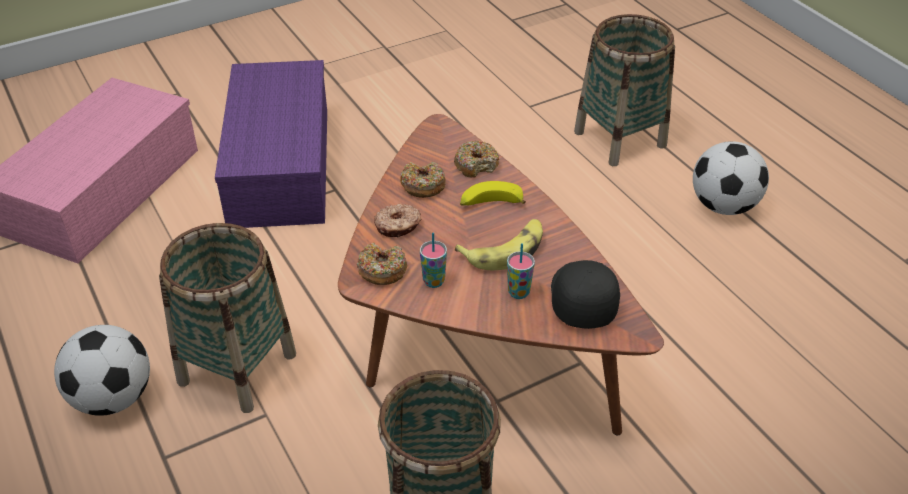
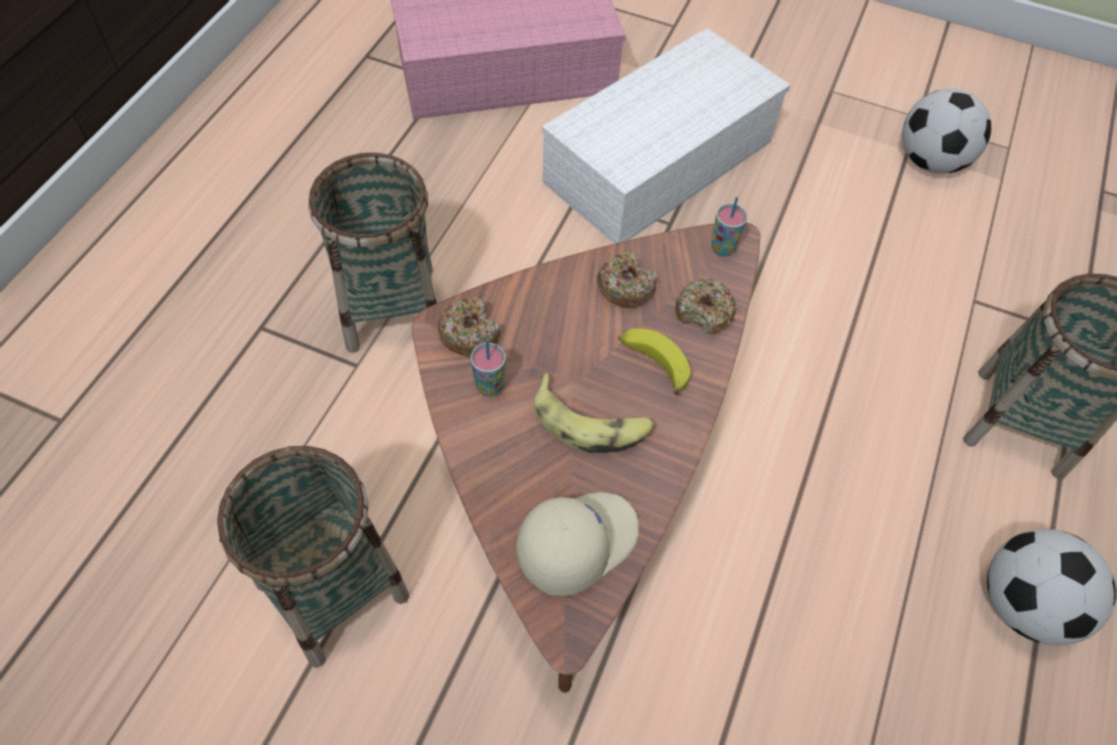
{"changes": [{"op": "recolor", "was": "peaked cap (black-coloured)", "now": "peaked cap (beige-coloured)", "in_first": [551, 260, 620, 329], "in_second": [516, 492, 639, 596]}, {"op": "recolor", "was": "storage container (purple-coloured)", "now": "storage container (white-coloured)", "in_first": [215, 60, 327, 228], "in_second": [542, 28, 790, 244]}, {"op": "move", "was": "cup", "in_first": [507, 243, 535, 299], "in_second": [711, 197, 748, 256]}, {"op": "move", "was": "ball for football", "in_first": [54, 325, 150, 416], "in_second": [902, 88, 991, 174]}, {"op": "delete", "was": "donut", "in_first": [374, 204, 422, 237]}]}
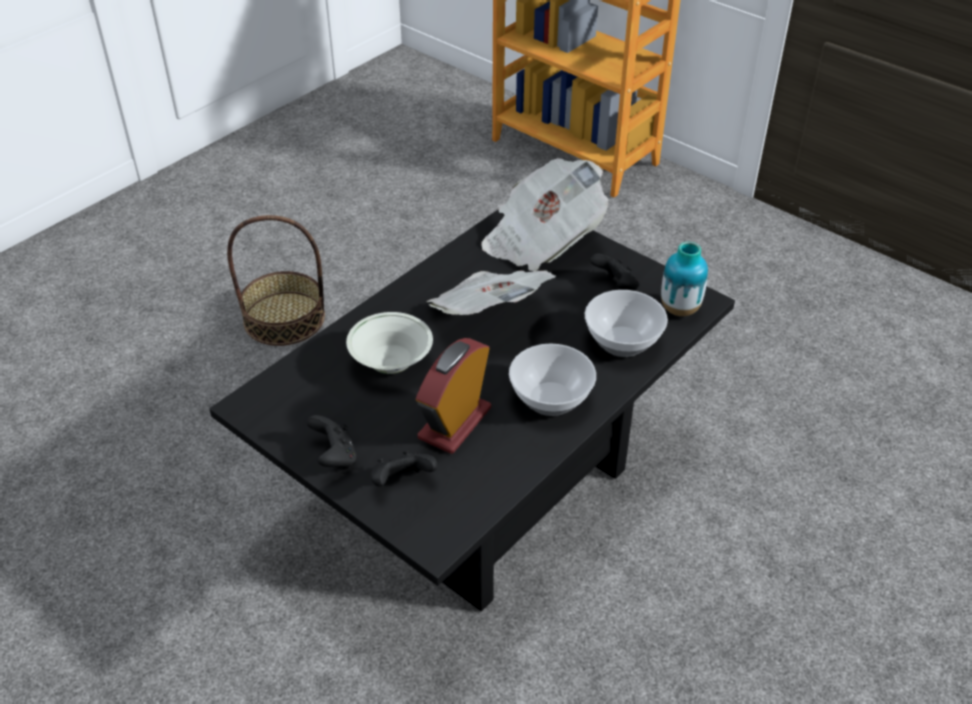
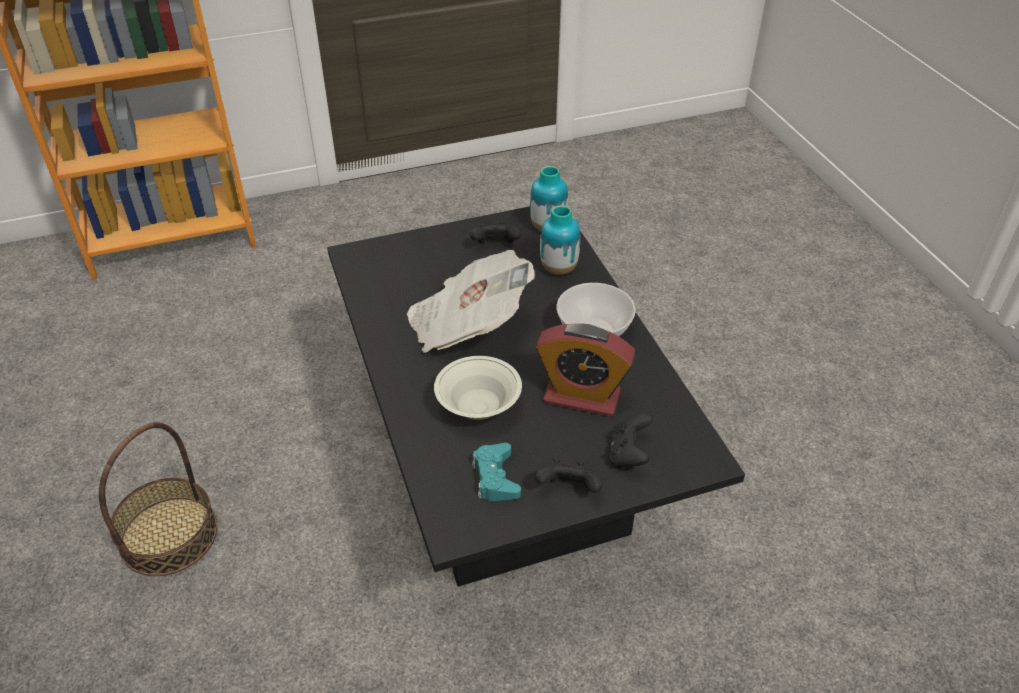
{"changes": [{"op": "insert", "now": "joypad (turquoise-coloured)", "in_second": [472, 443, 521, 501]}, {"op": "rotate", "was": "table clock", "in_first": [416, 338, 491, 454], "in_second": [536, 323, 636, 417], "clockwise": -45}, {"op": "replace", "was": "bowl", "now": "vase", "in_first": [585, 290, 668, 357], "in_second": [540, 205, 580, 275]}, {"op": "delete", "was": "daily paper", "in_first": [481, 158, 608, 271]}]}
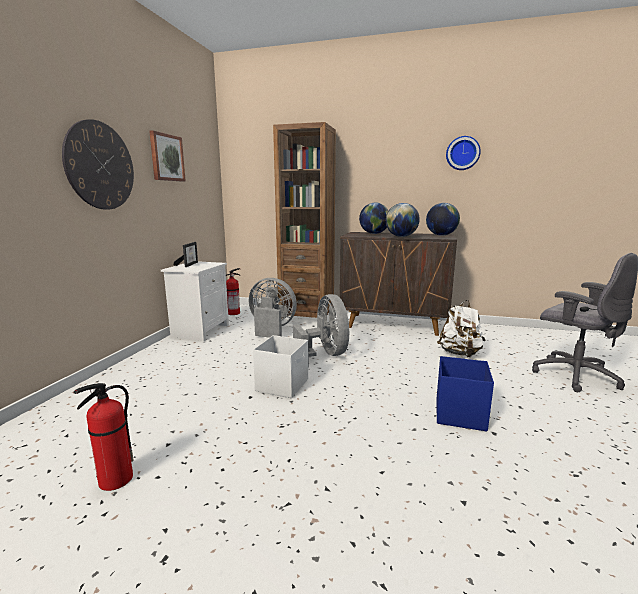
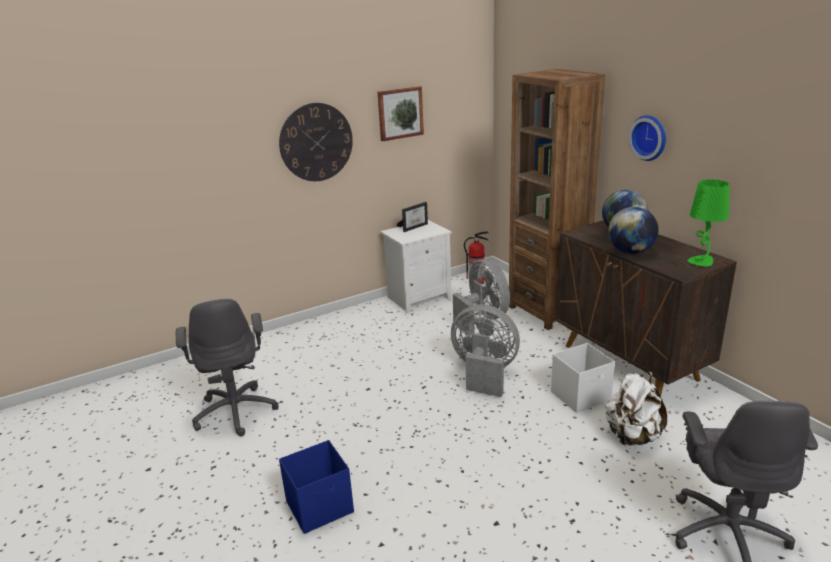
{"changes": [{"op": "replace", "was": "extinguisher", "now": "computer chair (grey)", "in_first": [73, 383, 134, 491], "in_second": [176, 299, 279, 437]}, {"op": "move", "was": "storage container (blue-coloured)", "in_first": [437, 356, 494, 431], "in_second": [279, 440, 354, 534]}, {"op": "rotate", "was": "fan (grey)", "in_first": [293, 294, 349, 368], "in_second": [451, 304, 520, 397], "clockwise": -90}, {"op": "move", "was": "storage container (white-coloured)", "in_first": [253, 335, 308, 398], "in_second": [551, 343, 615, 413]}, {"op": "move", "was": "wall clock", "in_first": [446, 136, 481, 170], "in_second": [628, 115, 666, 161]}, {"op": "replace", "was": "globe", "now": "tabletop lamp (greenish)", "in_first": [426, 203, 460, 236], "in_second": [687, 179, 730, 267]}]}
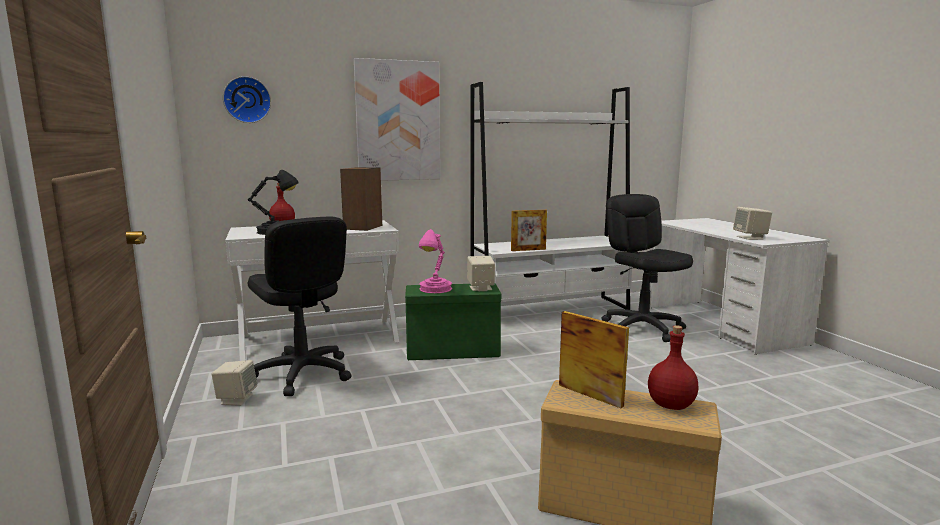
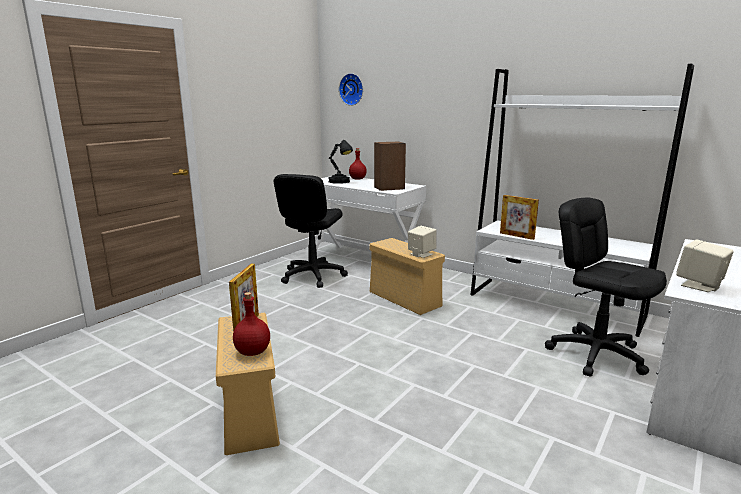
{"changes": [{"op": "recolor", "was": "storage container (greenish)", "now": "storage container (beige-coloured)", "in_first": [405, 284, 501, 360], "in_second": [369, 238, 445, 315]}, {"op": "rotate", "was": "computer chair (black-coloured)", "in_first": [601, 194, 693, 342], "in_second": [545, 198, 667, 376], "clockwise": -75}, {"op": "delete", "was": "audio speaker (beige-coloured)", "in_first": [212, 360, 257, 406]}, {"op": "delete", "was": "wall picture", "in_first": [354, 58, 440, 181]}, {"op": "delete", "was": "tabletop lamp (pink-coloured)", "in_first": [419, 229, 452, 293]}]}
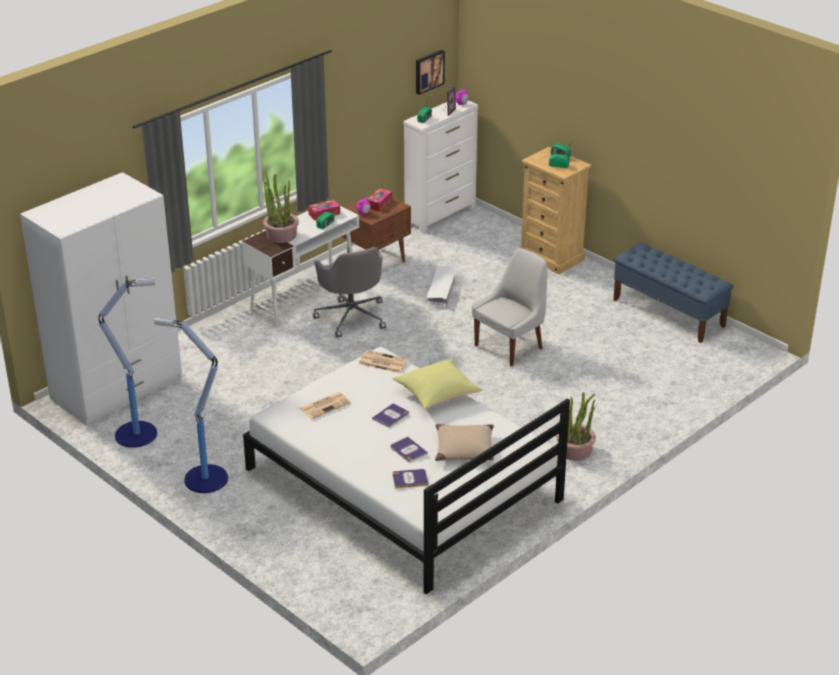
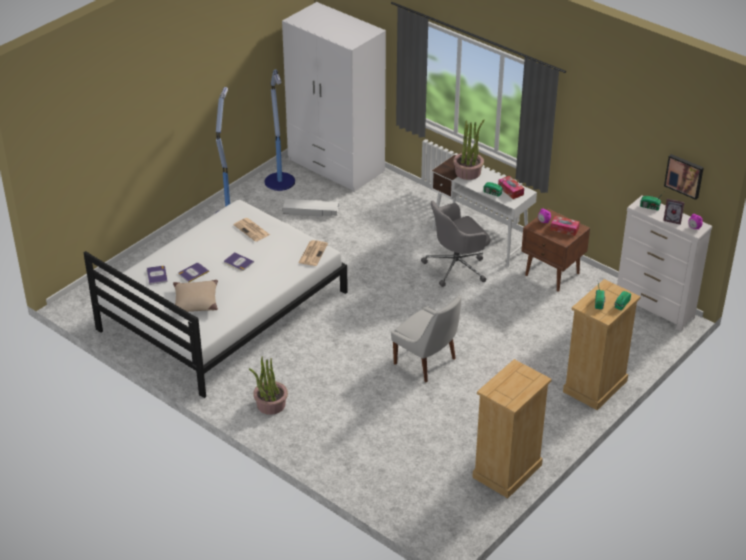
{"changes": [{"op": "move", "was": "storage container (white-coloured)", "in_first": [426, 265, 457, 307], "in_second": [283, 199, 339, 217]}, {"op": "replace", "was": "indoor bench (blue-coloured)", "now": "drawer chest (beige-coloured)", "in_first": [613, 243, 733, 343], "in_second": [472, 359, 552, 498]}, {"op": "delete", "was": "cushion (yellow)", "in_first": [393, 359, 483, 410]}]}
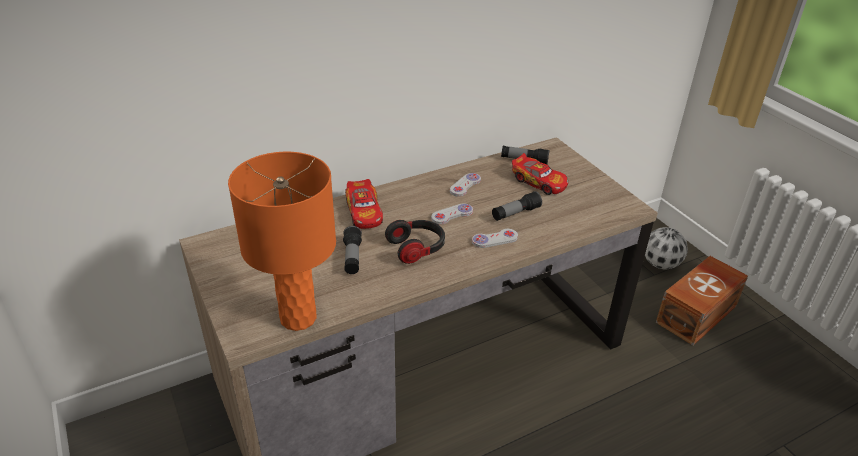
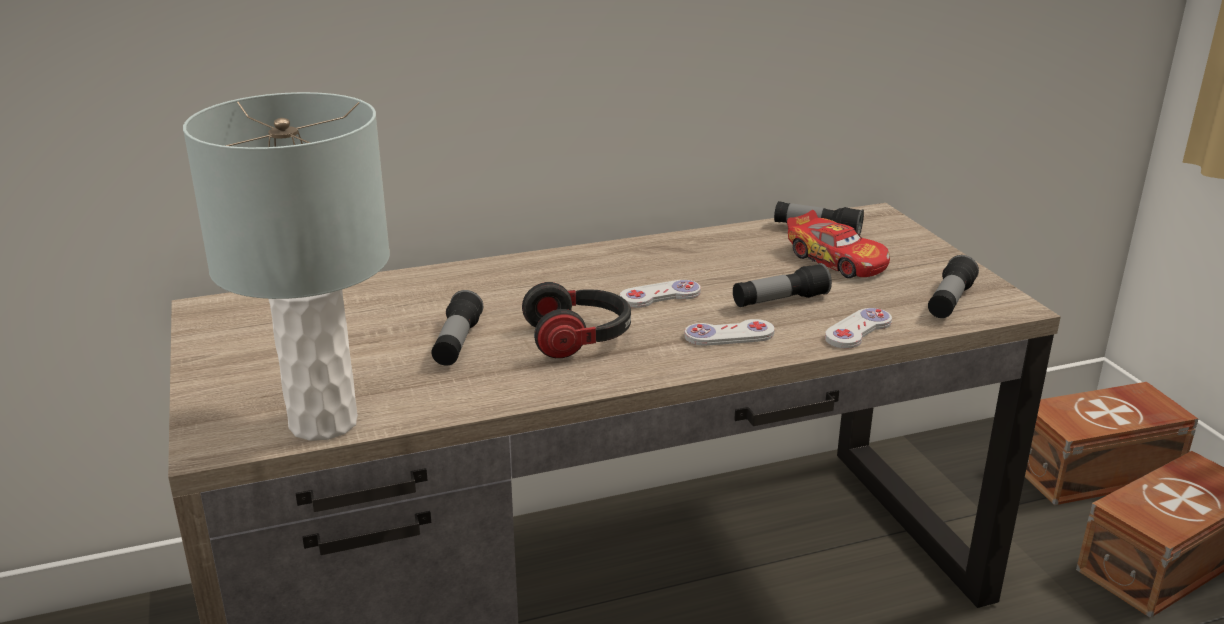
{"changes": [{"op": "recolor", "was": "tabletop lamp (orange-coloured)", "now": "tabletop lamp (grey)", "in_first": [228, 152, 336, 331], "in_second": [183, 92, 390, 441]}, {"op": "move", "was": "joypad (white-coloured)", "in_first": [450, 173, 481, 197], "in_second": [825, 308, 892, 348]}, {"op": "insert", "now": "hand torch", "in_second": [928, 255, 979, 318]}, {"op": "replace", "was": "ball for football", "now": "storage container (brown)", "in_first": [645, 227, 688, 270], "in_second": [1025, 382, 1198, 505]}, {"op": "delete", "was": "toy car", "in_first": [345, 179, 383, 229]}]}
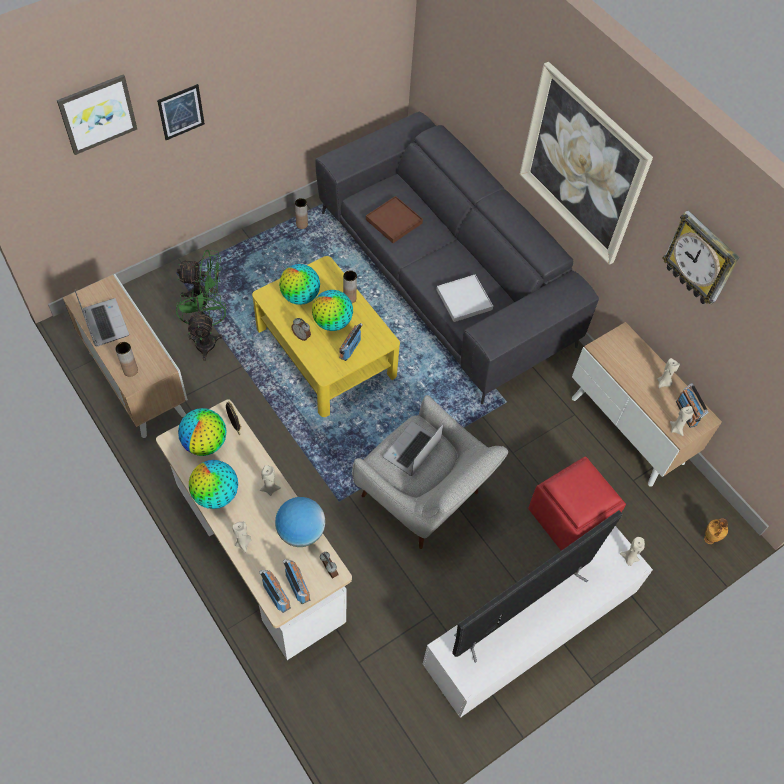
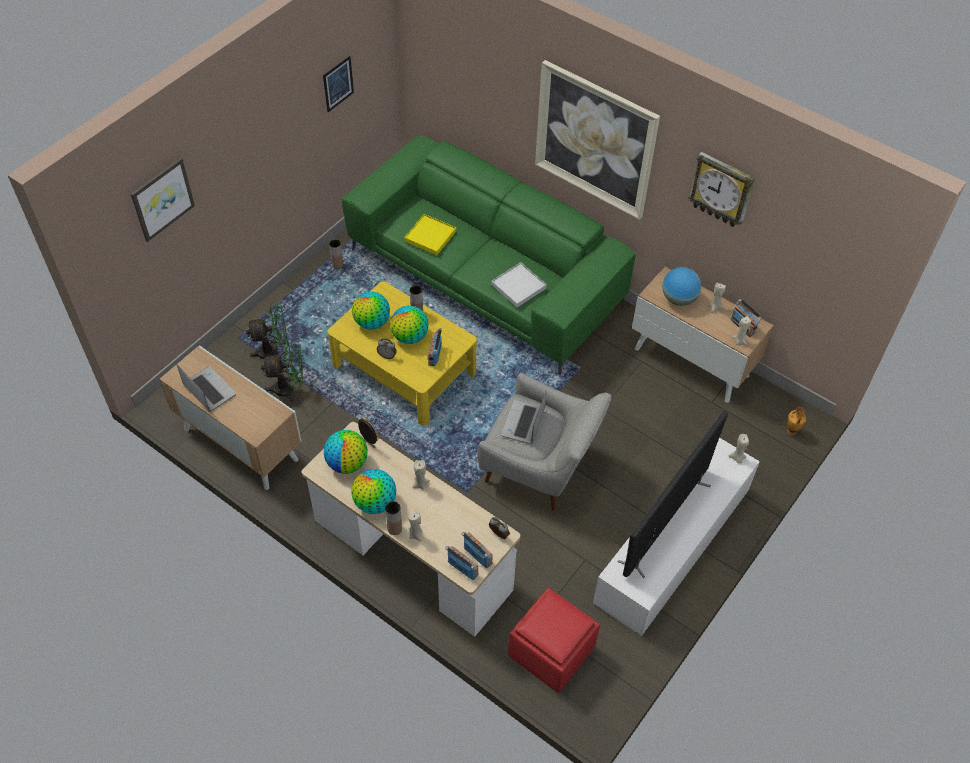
{"changes": [{"op": "rotate", "was": "fan (greenish)", "in_first": [176, 289, 226, 361], "in_second": [261, 341, 303, 402], "clockwise": 105}, {"op": "move", "was": "wall picture", "in_first": [157, 84, 205, 140], "in_second": [323, 56, 354, 112]}, {"op": "recolor", "was": "sofa (grey)", "now": "sofa (greenish)", "in_first": [316, 112, 599, 404], "in_second": [342, 135, 635, 375]}, {"op": "move", "was": "vase (brown)", "in_first": [115, 342, 138, 377], "in_second": [385, 501, 402, 535]}, {"op": "recolor", "was": "tray (brown)", "now": "tray (yellow)", "in_first": [366, 196, 423, 243], "in_second": [404, 214, 456, 255]}, {"op": "move", "was": "footrest (reddish)", "in_first": [529, 456, 626, 551], "in_second": [508, 588, 600, 693]}, {"op": "move", "was": "globe", "in_first": [275, 497, 325, 547], "in_second": [662, 267, 701, 306]}]}
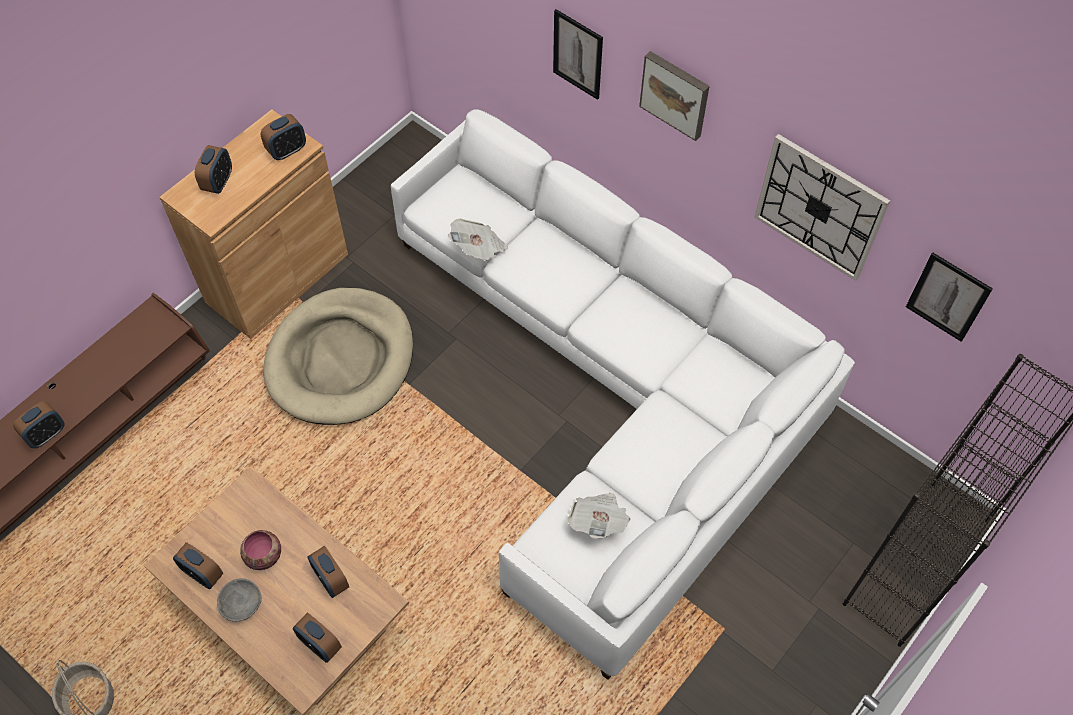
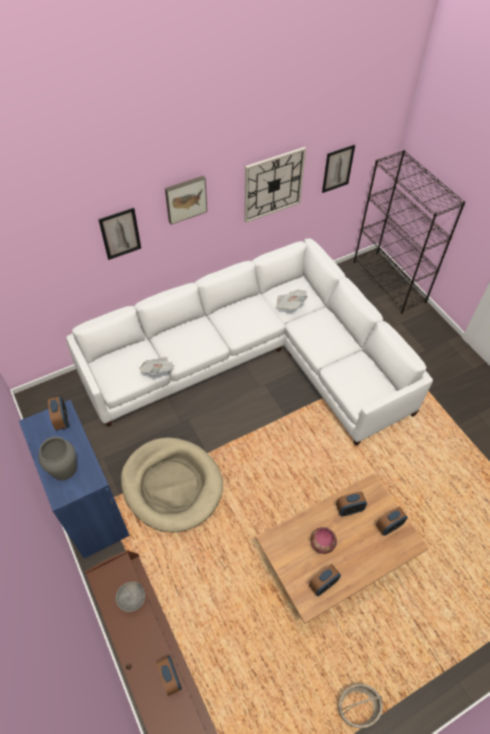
{"changes": [{"op": "recolor", "was": "cabinet (brown)", "now": "cabinet (blue-coloured)", "in_first": [159, 109, 348, 339], "in_second": [19, 400, 130, 559]}, {"op": "replace", "was": "table clock", "now": "vase (grey)", "in_first": [195, 145, 232, 194], "in_second": [39, 437, 77, 480]}, {"op": "move", "was": "bowl (grey)", "in_first": [217, 578, 262, 622], "in_second": [116, 582, 145, 612]}, {"op": "move", "was": "daily paper", "in_first": [567, 493, 631, 538], "in_second": [275, 289, 308, 310]}]}
